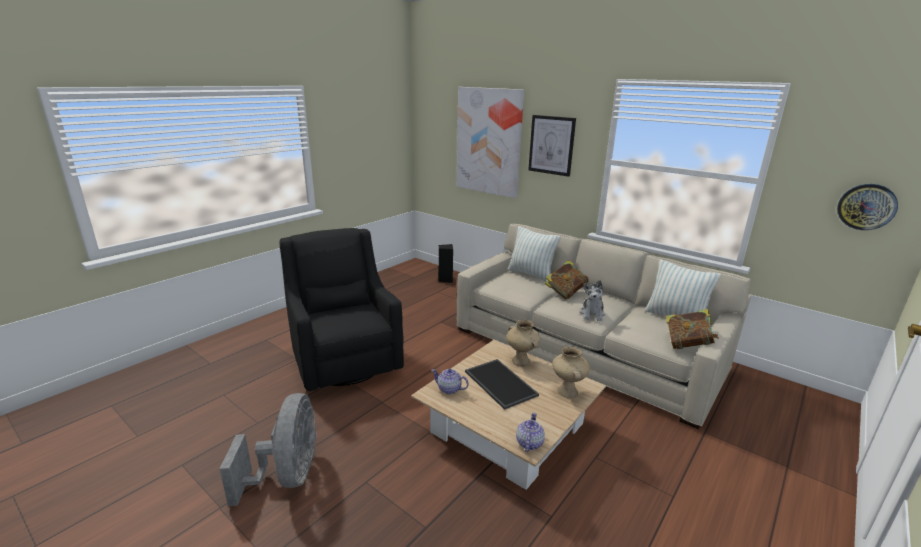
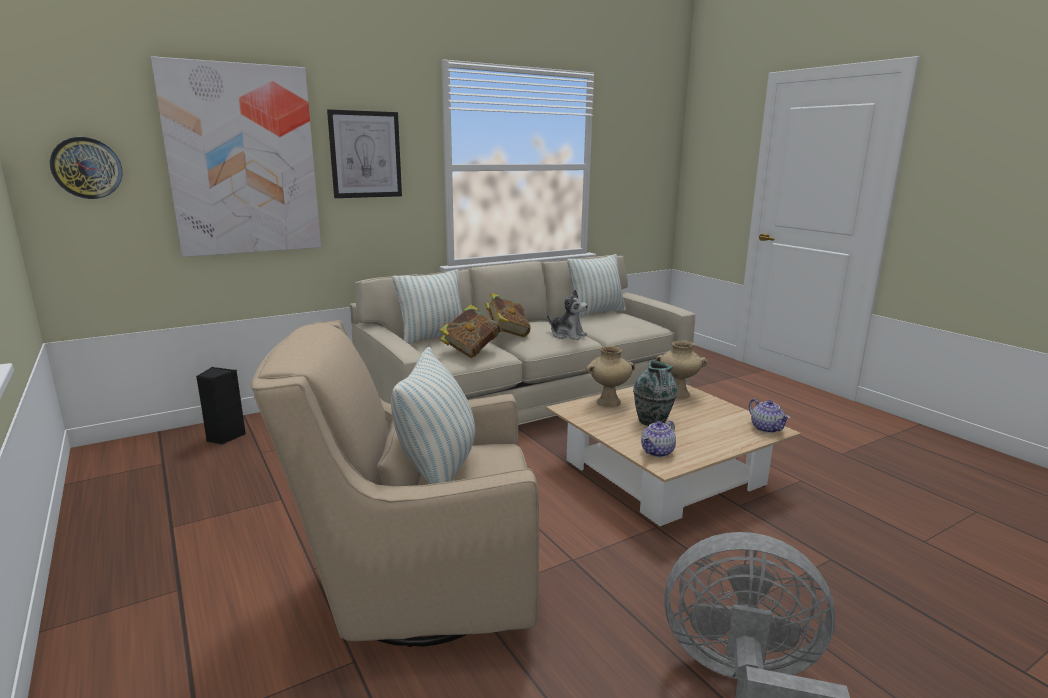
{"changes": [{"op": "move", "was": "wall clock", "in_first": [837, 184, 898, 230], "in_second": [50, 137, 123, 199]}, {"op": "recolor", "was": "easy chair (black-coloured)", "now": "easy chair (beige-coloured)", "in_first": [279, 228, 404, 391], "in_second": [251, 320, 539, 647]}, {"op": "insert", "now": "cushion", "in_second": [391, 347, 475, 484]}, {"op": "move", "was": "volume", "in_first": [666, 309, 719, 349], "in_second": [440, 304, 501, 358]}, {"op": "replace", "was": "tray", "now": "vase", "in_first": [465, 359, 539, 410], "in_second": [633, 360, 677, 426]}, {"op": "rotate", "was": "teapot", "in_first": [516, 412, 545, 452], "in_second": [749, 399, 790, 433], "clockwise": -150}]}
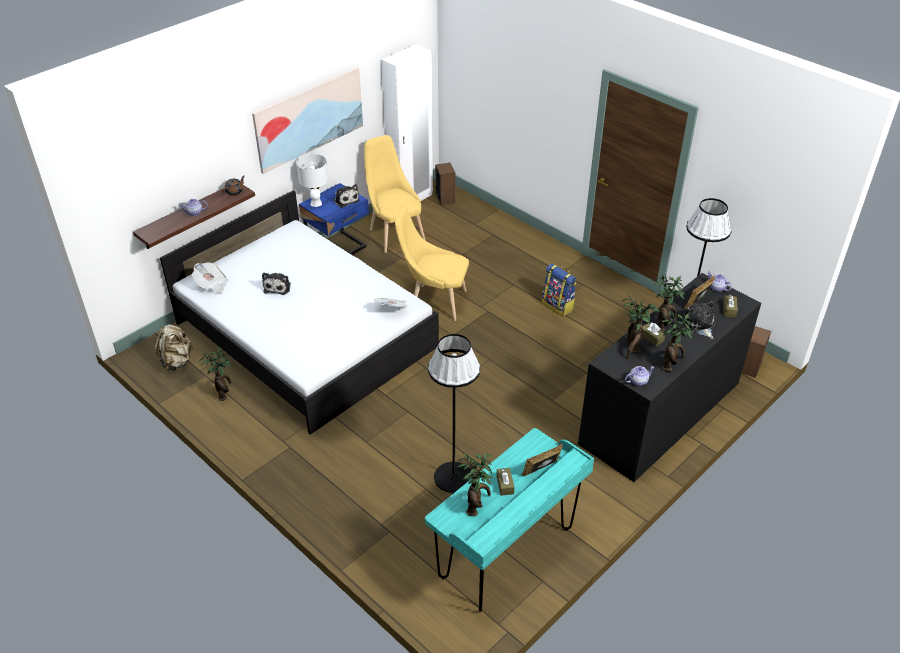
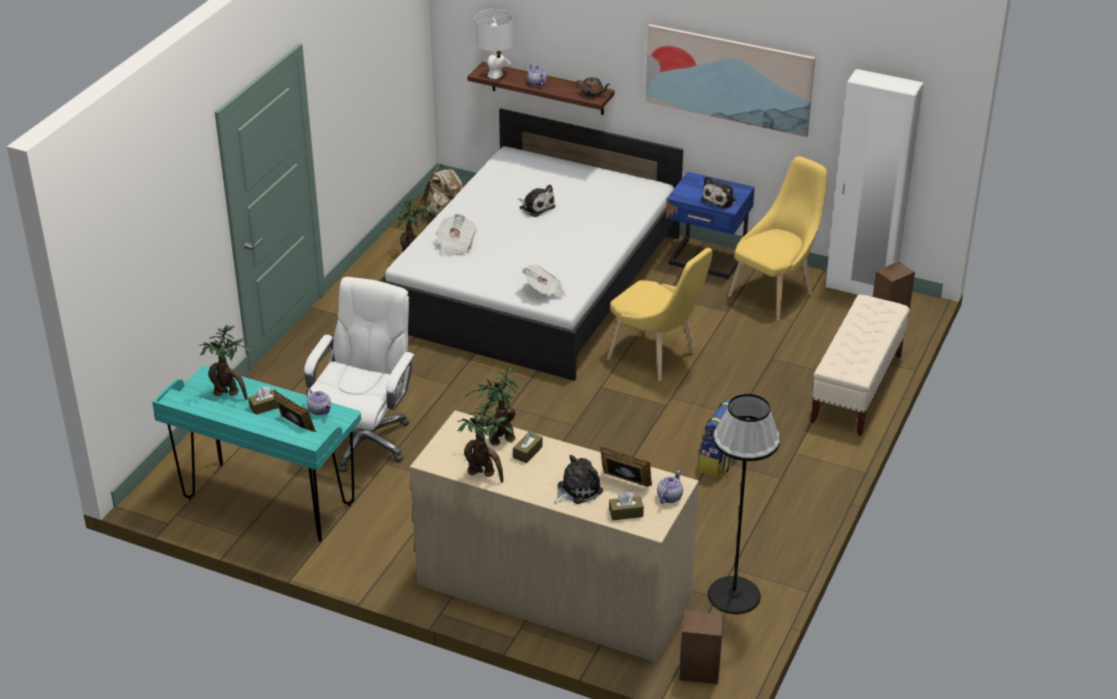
{"changes": [{"op": "replace", "was": "floor lamp (black-coloured)", "now": "computer chair (white-coloured)", "in_first": [428, 334, 480, 493], "in_second": [304, 277, 416, 473]}, {"op": "move", "was": "teapot", "in_first": [625, 366, 654, 386], "in_second": [306, 389, 331, 415]}, {"op": "recolor", "was": "drawer chest (black-coloured)", "now": "drawer chest (beige-coloured)", "in_first": [578, 273, 761, 482], "in_second": [410, 411, 699, 662]}, {"op": "move", "was": "daily paper", "in_first": [192, 262, 228, 293], "in_second": [436, 214, 477, 257]}, {"op": "move", "was": "tabletop lamp (white-coloured)", "in_first": [297, 154, 328, 207], "in_second": [475, 9, 514, 79]}, {"op": "rotate", "was": "plush toy", "in_first": [262, 273, 291, 295], "in_second": [518, 184, 556, 217], "clockwise": -120}, {"op": "rotate", "was": "chair (yellow)", "in_first": [395, 206, 469, 321], "in_second": [607, 248, 713, 381], "clockwise": 135}, {"op": "insert", "now": "indoor bench (beige-coloured)", "in_second": [811, 294, 910, 436]}, {"op": "delete", "was": "houseplant", "in_first": [654, 273, 685, 332]}]}
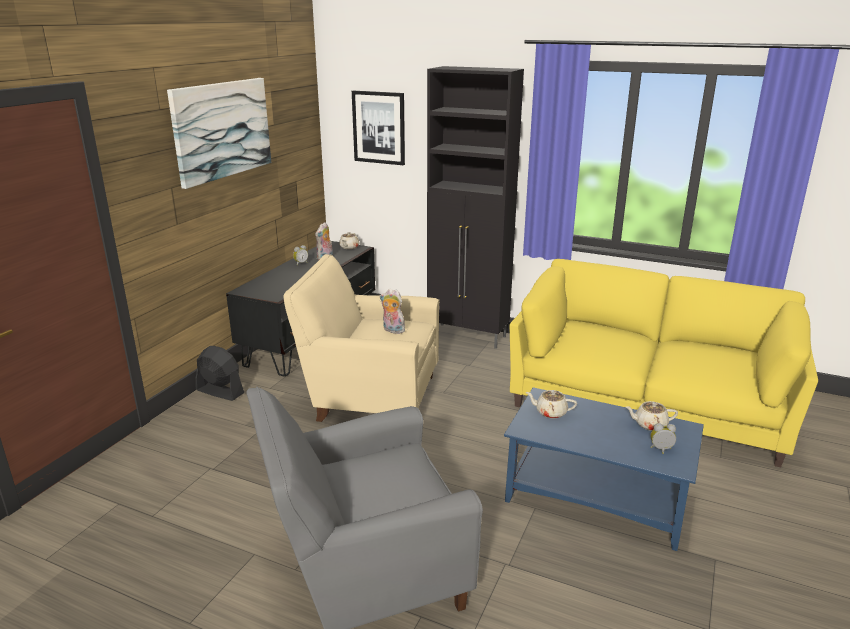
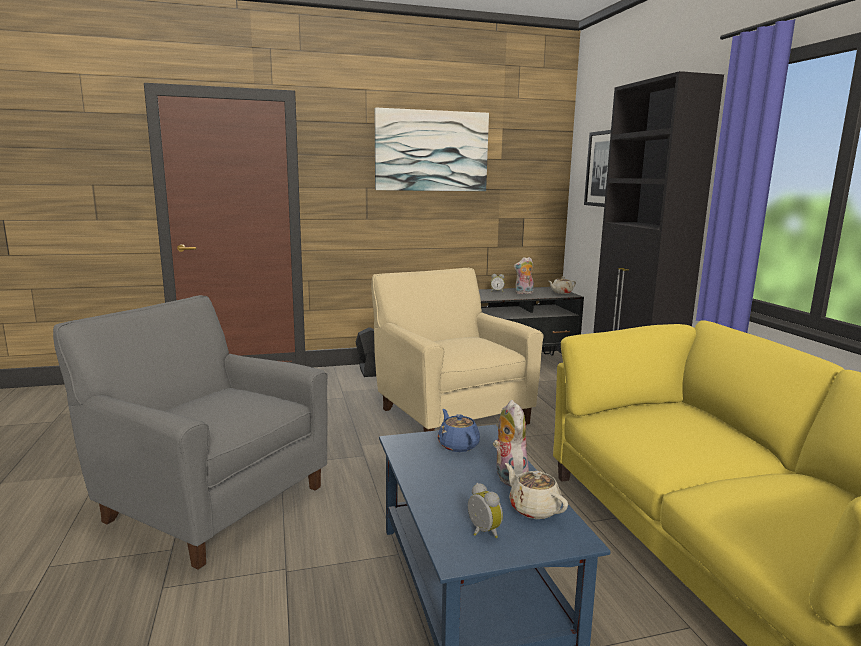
{"changes": [{"op": "recolor", "was": "teapot (beige-coloured)", "now": "teapot (blue-coloured)", "in_first": [526, 390, 577, 419], "in_second": [438, 409, 480, 452]}, {"op": "move", "was": "plush toy", "in_first": [380, 289, 405, 334], "in_second": [493, 400, 529, 487]}]}
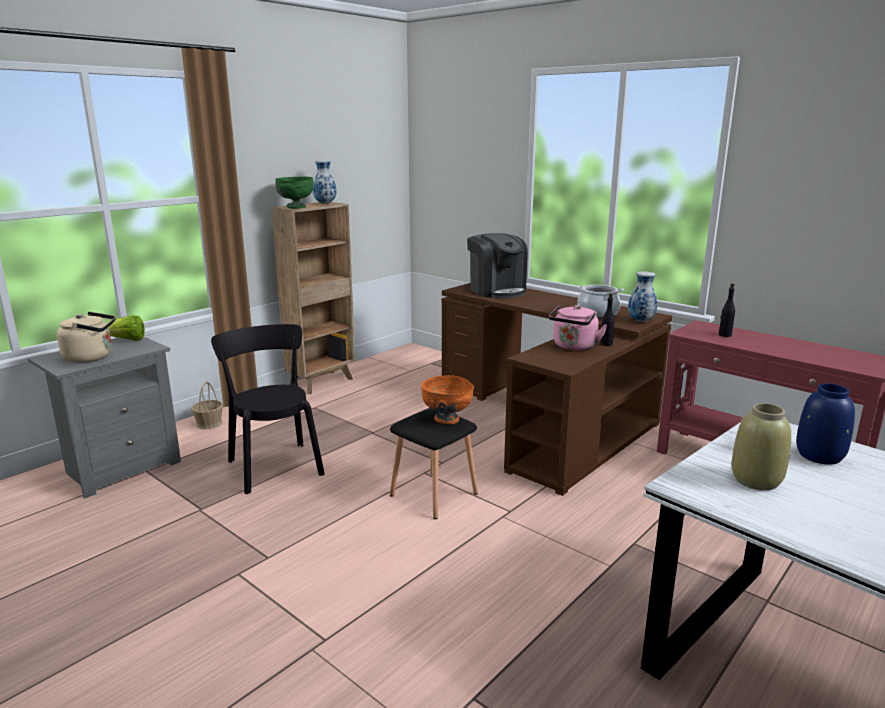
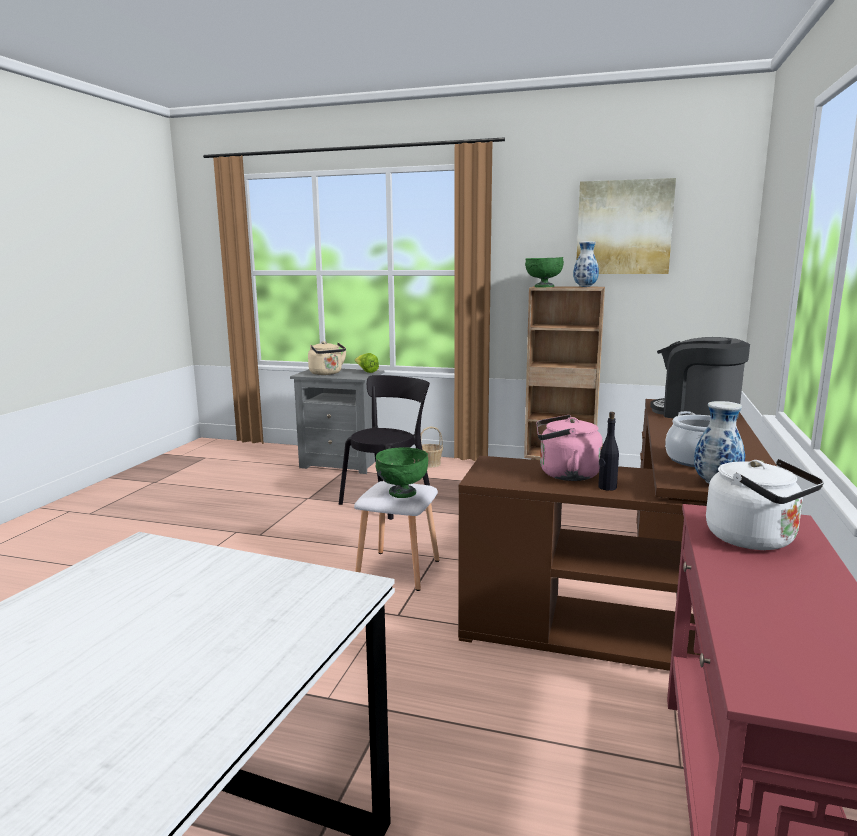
{"changes": [{"op": "recolor", "was": "stool seat (black-coloured)", "now": "stool seat (white-coloured)", "in_first": [390, 408, 478, 519], "in_second": [354, 481, 439, 591]}, {"op": "recolor", "was": "bowl (orange-coloured)", "now": "bowl (greenish)", "in_first": [421, 375, 474, 424], "in_second": [375, 447, 428, 498]}, {"op": "insert", "now": "wall picture", "in_second": [576, 178, 676, 274]}, {"op": "rotate", "was": "coffee maker", "in_first": [467, 233, 528, 298], "in_second": [650, 337, 750, 419], "clockwise": 90}, {"op": "replace", "was": "drink bottle (black-coloured)", "now": "water kettle (white-coloured)", "in_first": [719, 283, 735, 337], "in_second": [706, 459, 824, 550]}, {"op": "delete", "was": "vase (beige-coloured)", "in_first": [732, 403, 791, 491]}, {"op": "delete", "was": "vase (blue-coloured)", "in_first": [796, 383, 855, 465]}]}
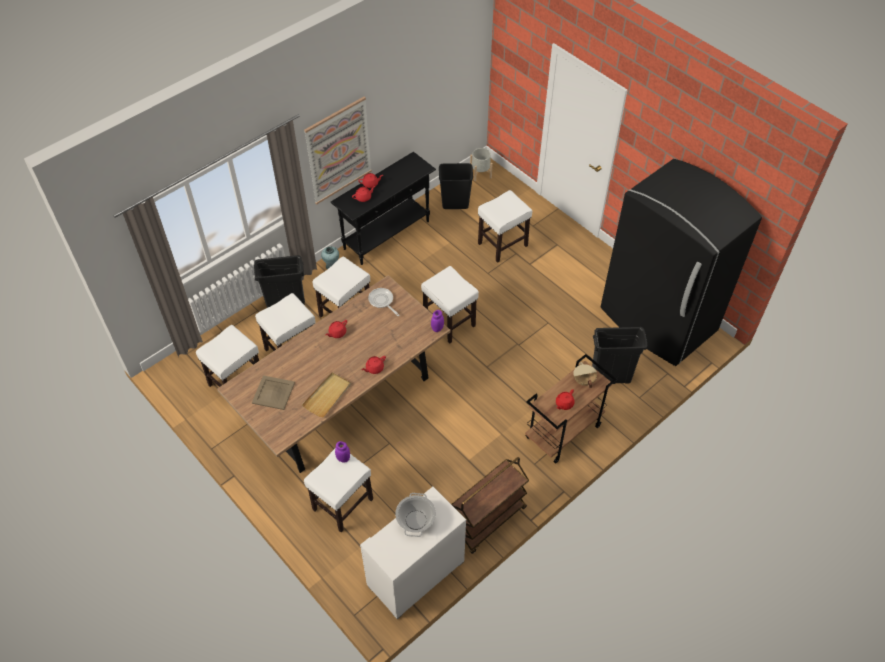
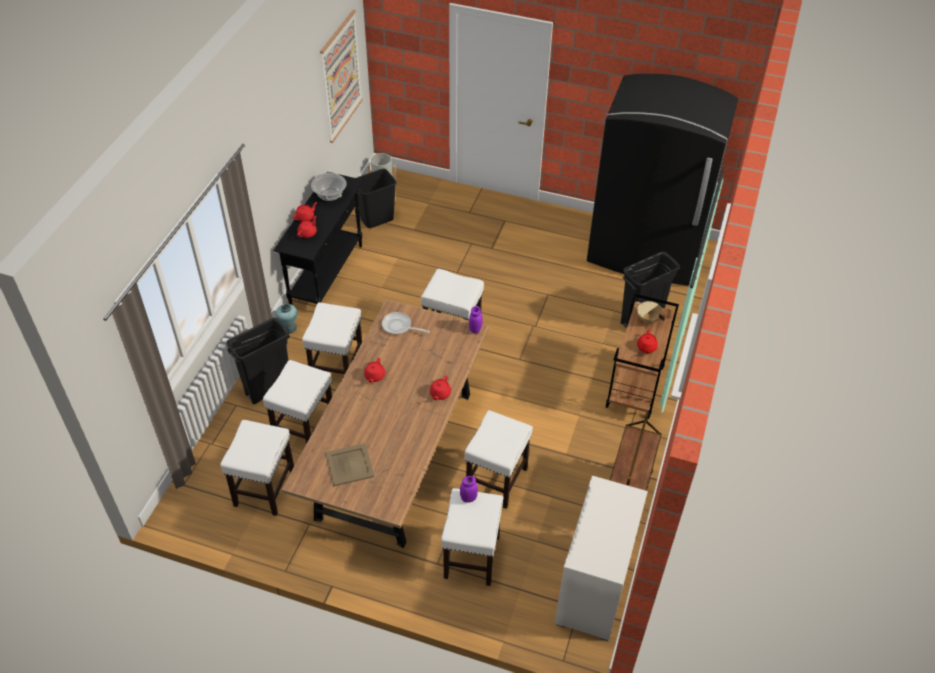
{"changes": [{"op": "move", "was": "saucepot", "in_first": [395, 493, 436, 537], "in_second": [311, 172, 347, 201]}, {"op": "move", "was": "wall picture", "in_first": [304, 97, 372, 204], "in_second": [320, 10, 363, 143]}, {"op": "move", "was": "stool seat (white-coloured)", "in_first": [478, 190, 532, 263], "in_second": [465, 410, 533, 509]}, {"op": "delete", "was": "tray (beige-coloured)", "in_first": [302, 372, 351, 418]}]}
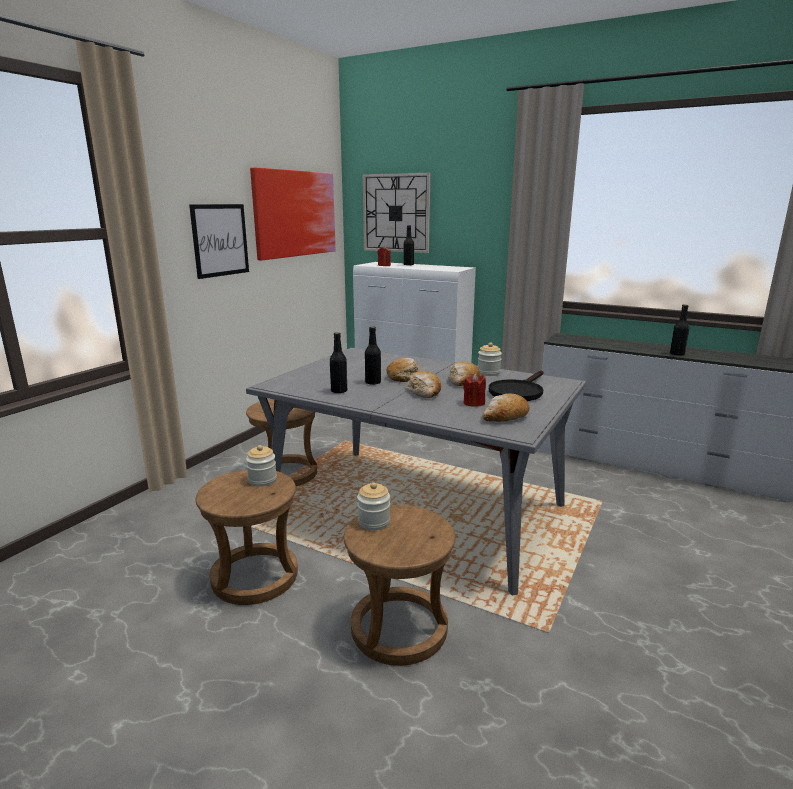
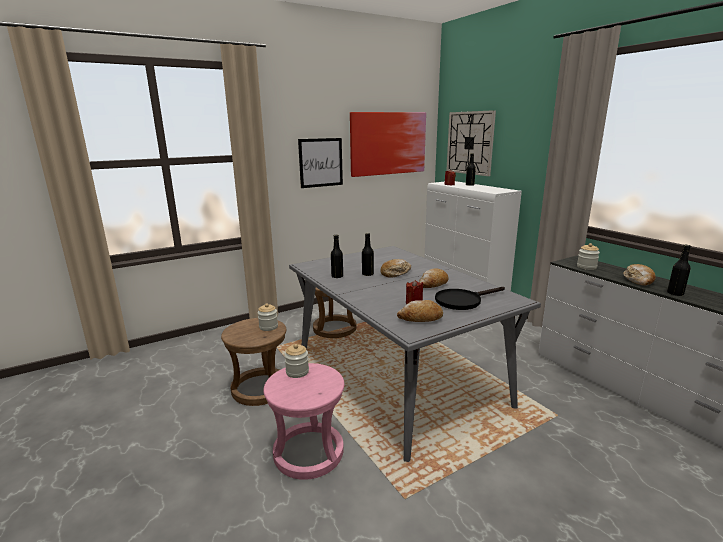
{"changes": [{"op": "recolor", "was": "stool seat (brown)", "now": "stool seat (pink-coloured)", "in_first": [344, 505, 455, 666], "in_second": [263, 363, 344, 480]}, {"op": "move", "was": "jar", "in_first": [478, 342, 502, 376], "in_second": [577, 243, 600, 270]}, {"op": "move", "was": "bread", "in_first": [407, 371, 441, 398], "in_second": [623, 264, 655, 286]}]}
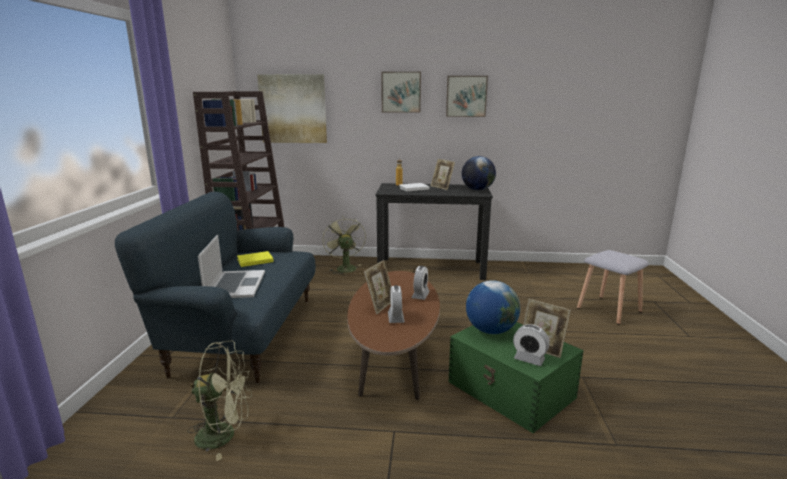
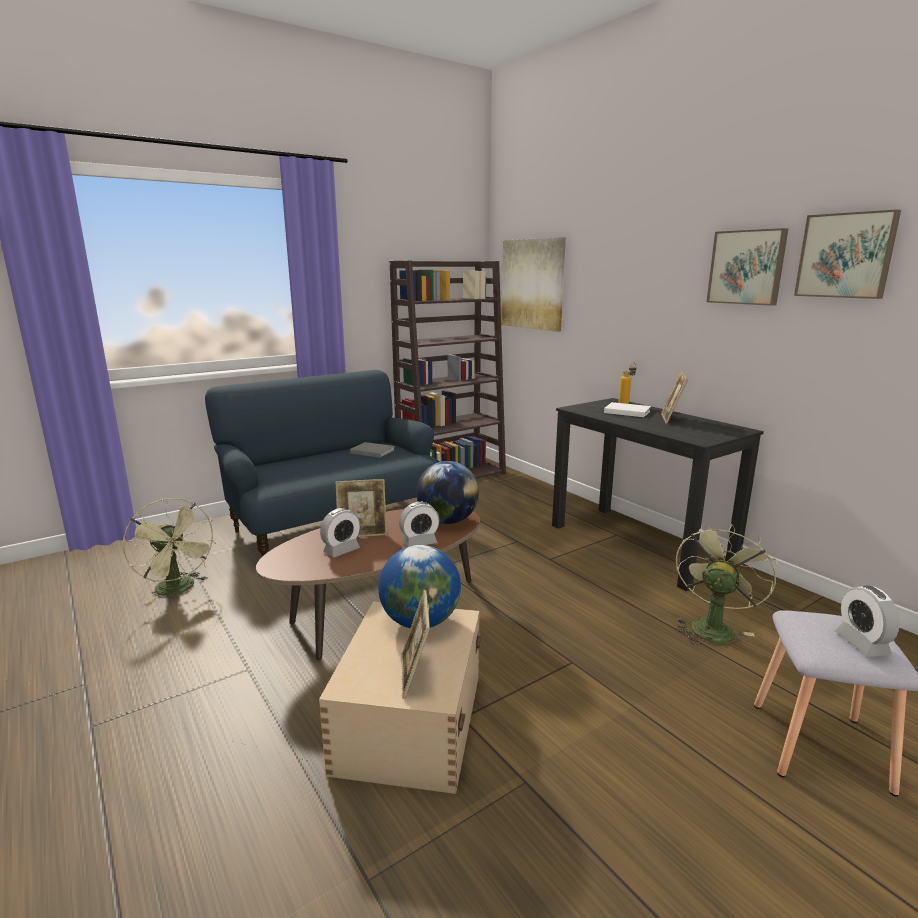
{"changes": [{"op": "recolor", "was": "storage container (greenish)", "now": "storage container (beige-coloured)", "in_first": [448, 322, 584, 433], "in_second": [319, 602, 481, 794]}, {"op": "recolor", "was": "volume (yellow)", "now": "volume (grey)", "in_first": [237, 251, 274, 267], "in_second": [350, 442, 395, 458]}, {"op": "move", "was": "globe", "in_first": [462, 156, 496, 190], "in_second": [416, 461, 479, 524]}, {"op": "move", "was": "fan (greenish)", "in_first": [322, 216, 366, 275], "in_second": [676, 524, 777, 645]}, {"op": "move", "was": "wall picture", "in_first": [381, 72, 421, 113], "in_second": [794, 209, 901, 299]}, {"op": "move", "was": "table clock", "in_first": [513, 324, 550, 366], "in_second": [835, 586, 900, 657]}, {"op": "delete", "was": "portable computer", "in_first": [198, 235, 265, 298]}]}
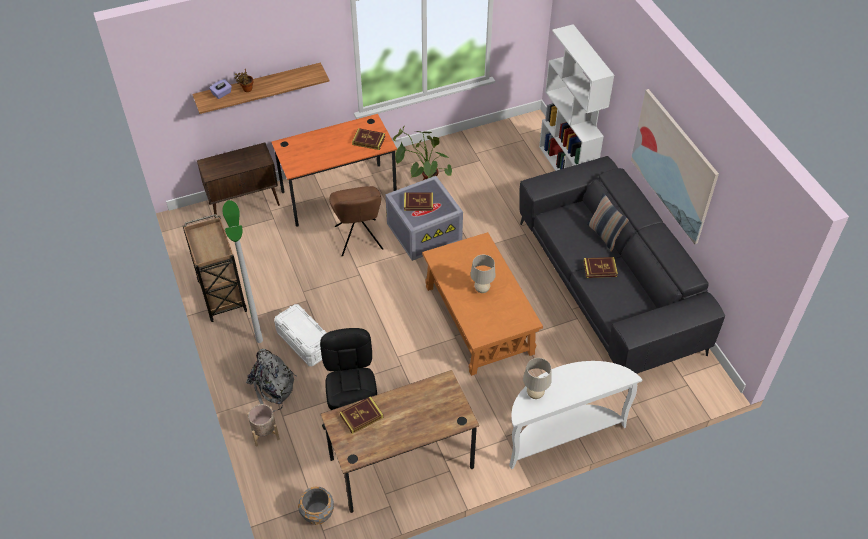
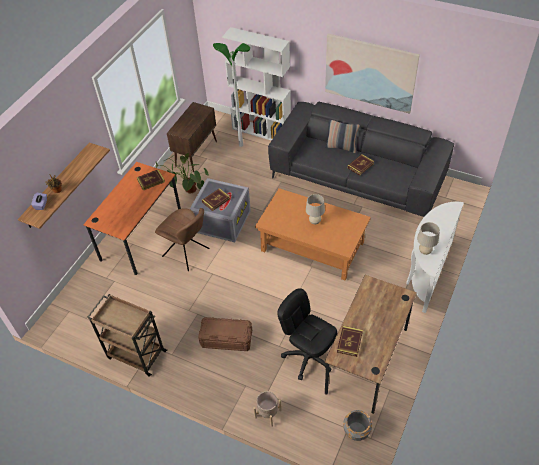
{"changes": [{"op": "move", "was": "cabinet (brown)", "in_first": [197, 143, 280, 218], "in_second": [167, 102, 217, 172]}, {"op": "recolor", "was": "storage container (white-coloured)", "now": "storage container (brown)", "in_first": [274, 304, 326, 366], "in_second": [198, 317, 252, 351]}, {"op": "move", "was": "floor lamp", "in_first": [223, 200, 263, 343], "in_second": [213, 43, 250, 147]}, {"op": "delete", "was": "rucksack (grey)", "in_first": [246, 349, 296, 412]}]}
